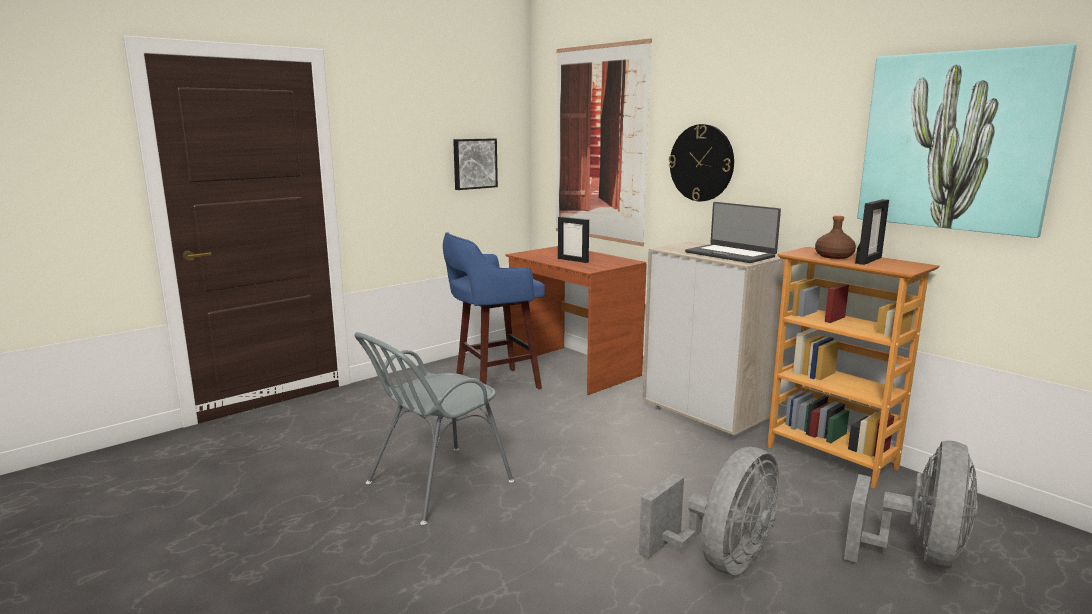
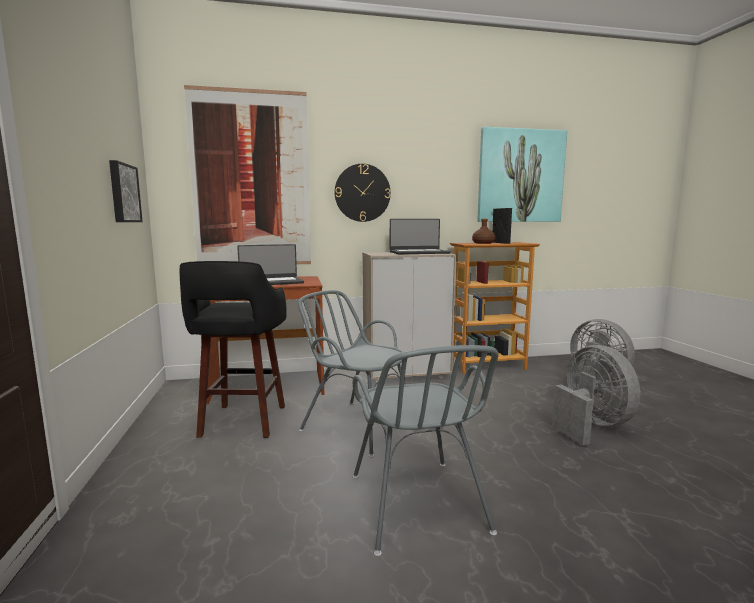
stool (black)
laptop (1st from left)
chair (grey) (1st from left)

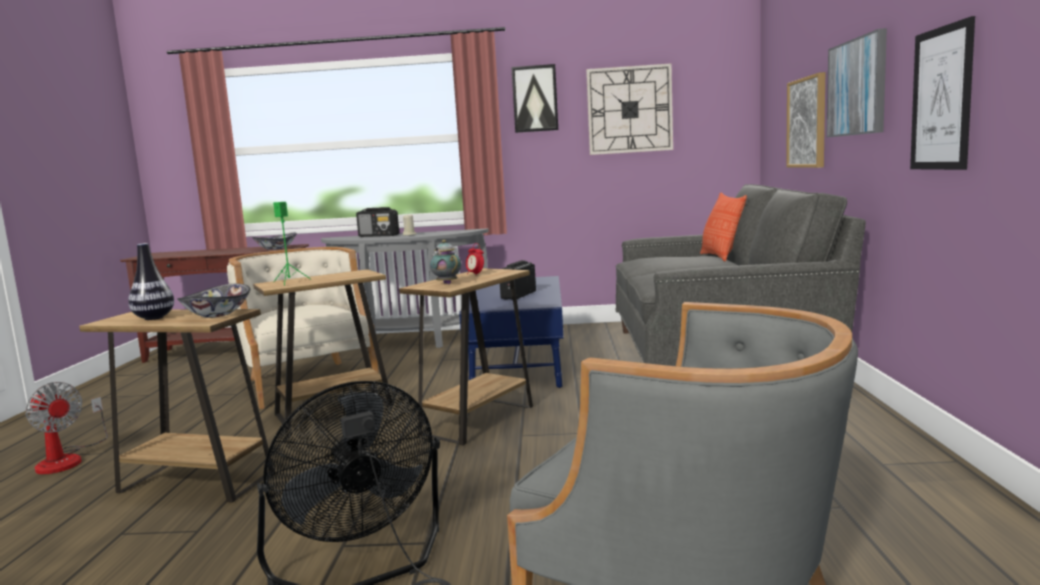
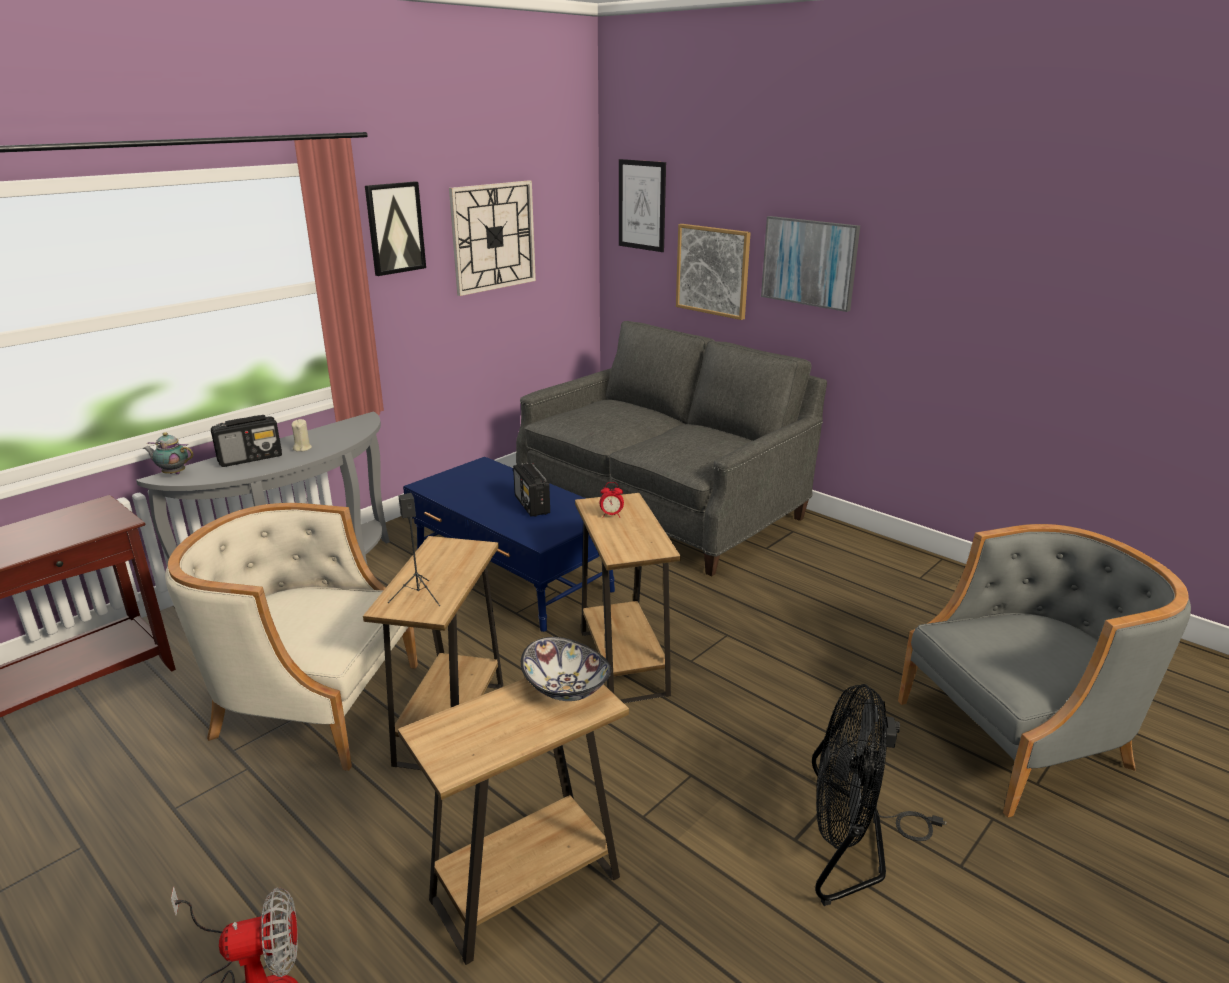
teapot
speaker (black)
picture (2nd from left)
vase
bowl (2nd from left in the first image)
pillow (orange)

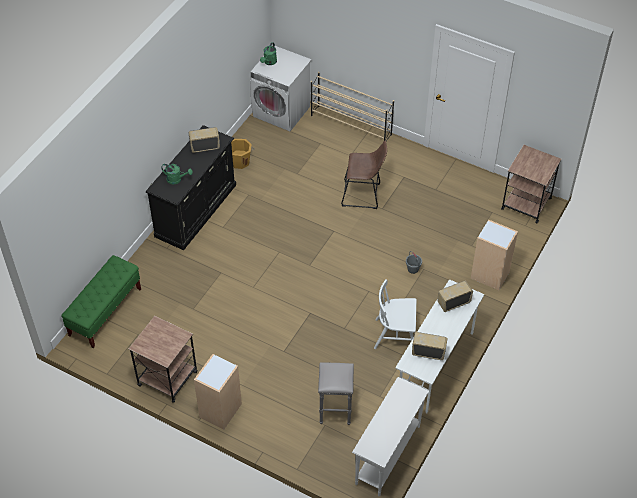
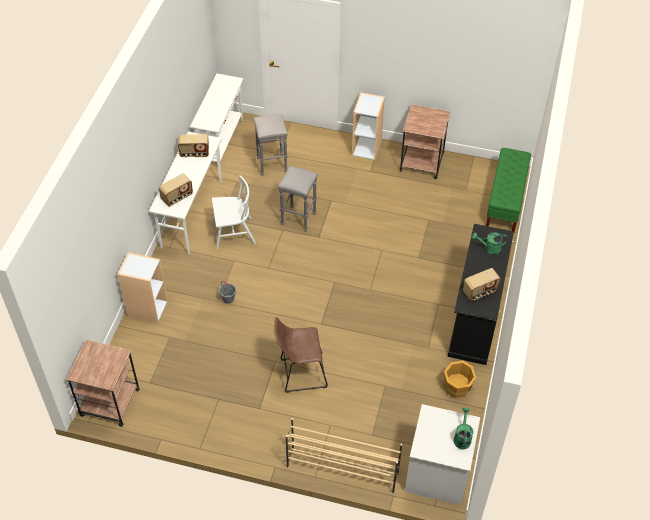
stool (grey) (2nd from left)

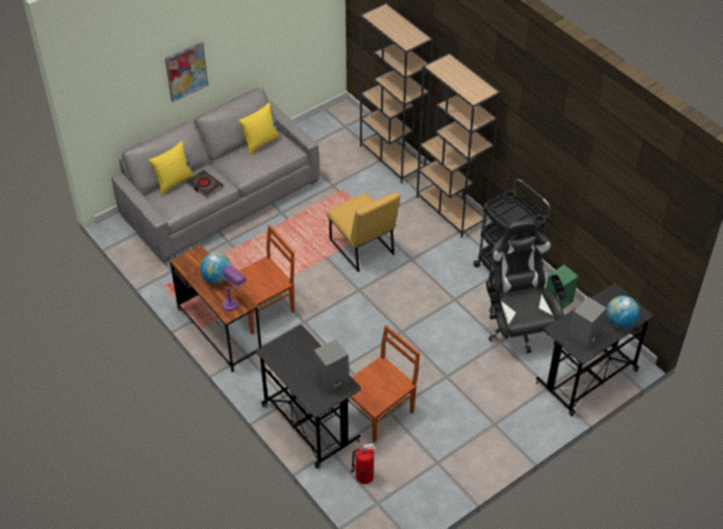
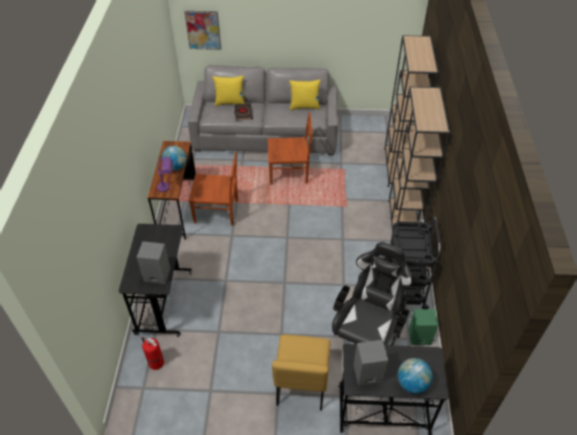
picture
chair (brown) (2nd from left)
chair (yellow)

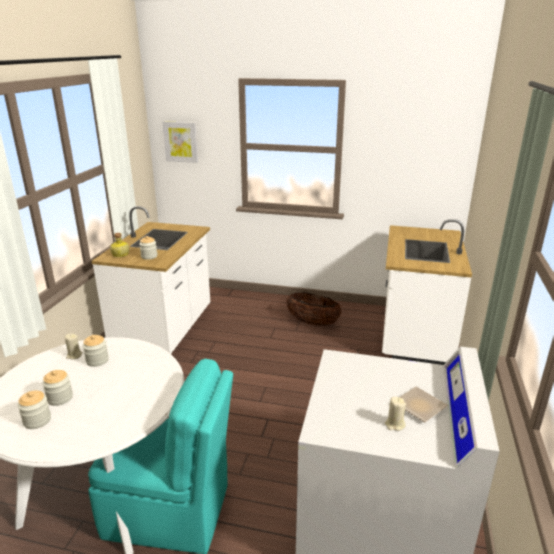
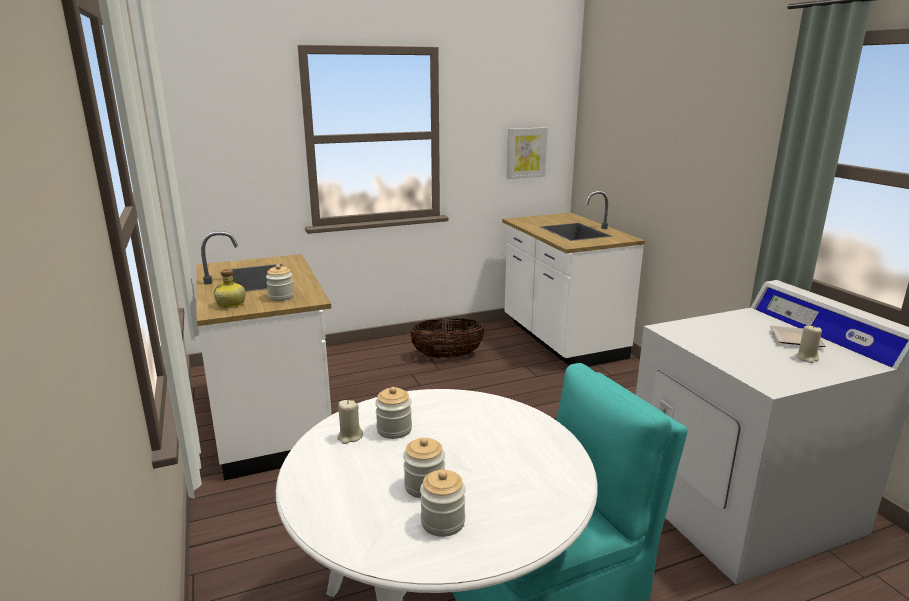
picture

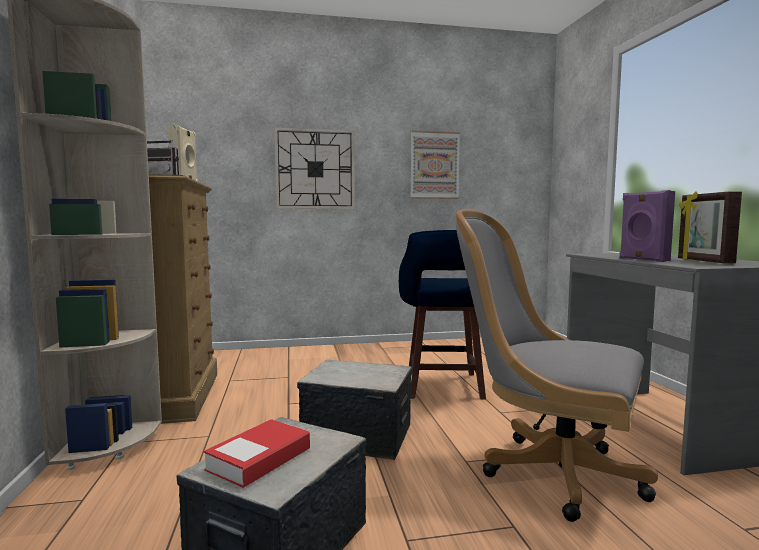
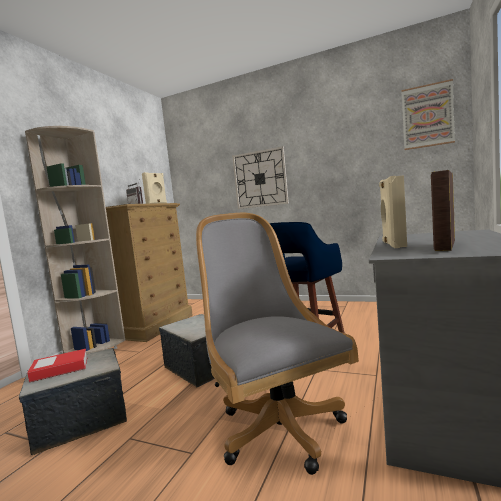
speaker (beige) (2nd from left)
picture

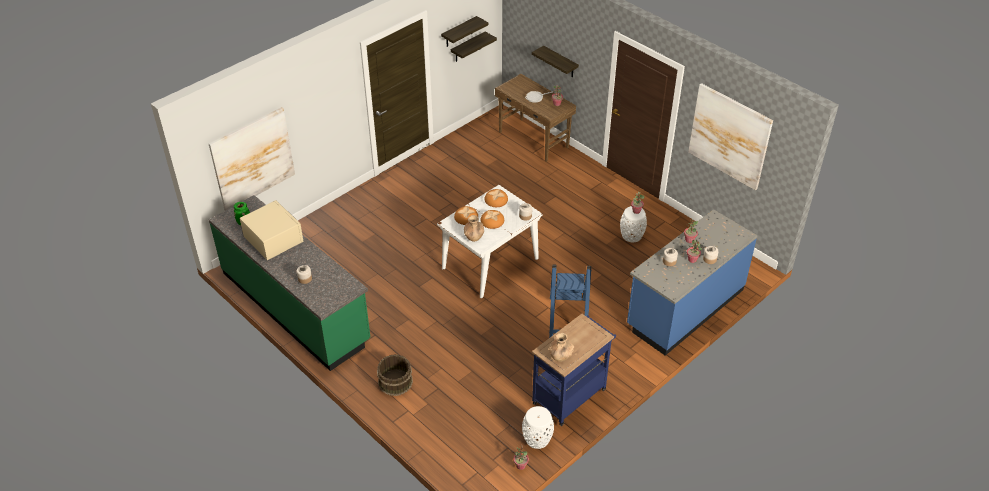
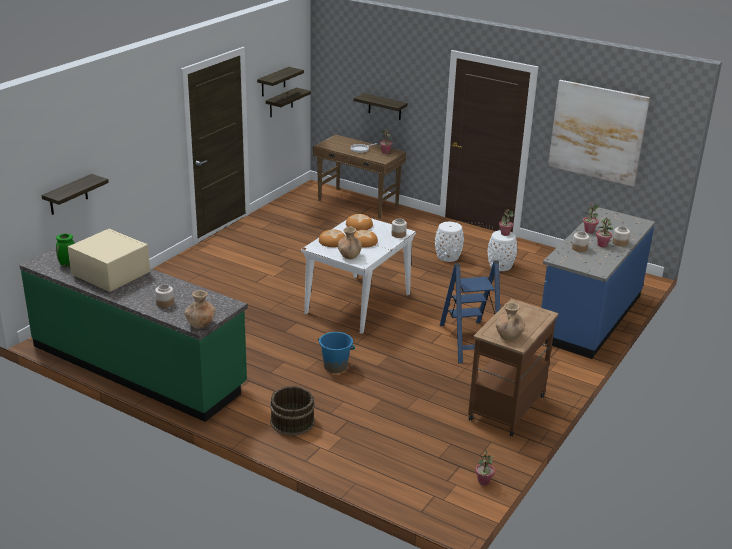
shelf (1st from left)
vase (brown) (1st from left)
bucket (blue)
stool (white) (1st from left)
cart (brown)

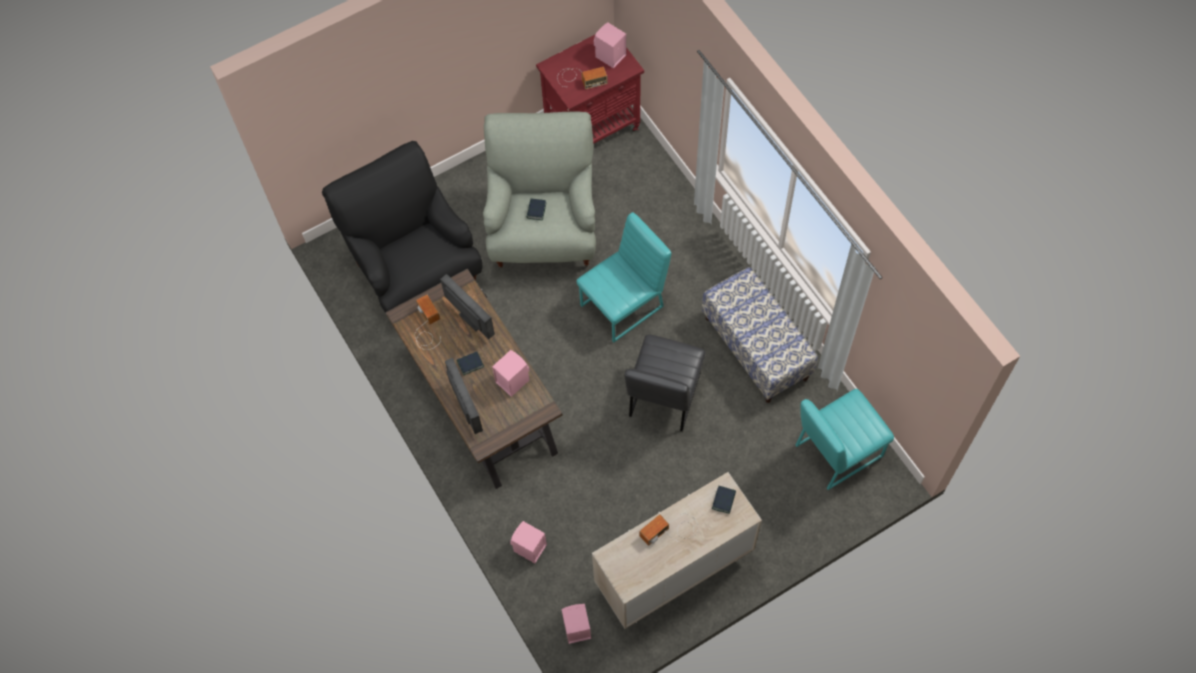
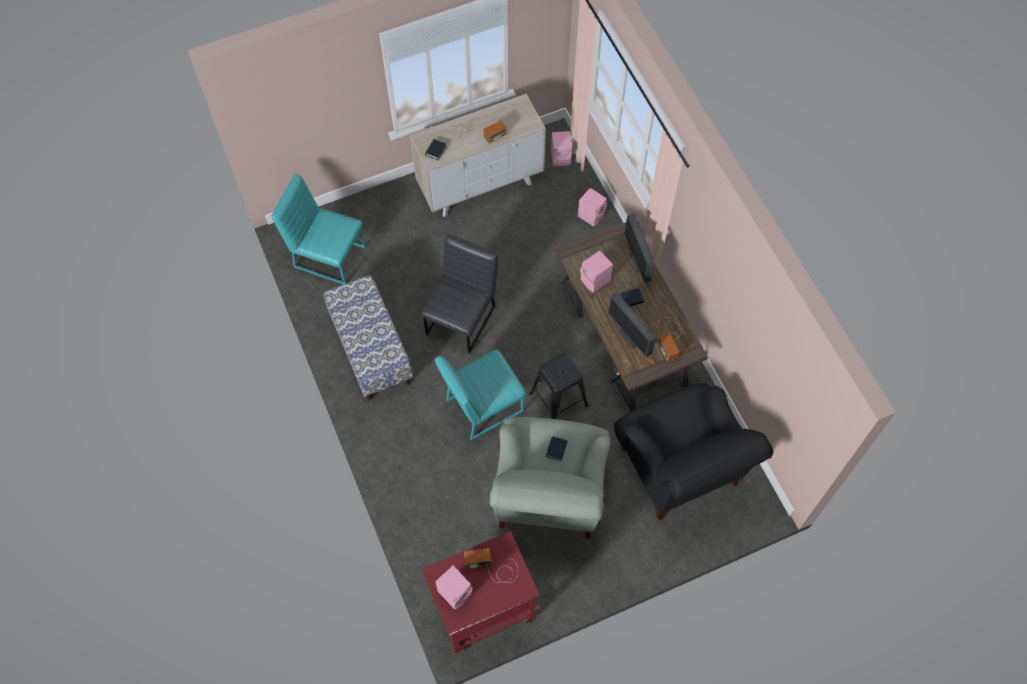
chair (turquoise) (1st from left)
stool (black)

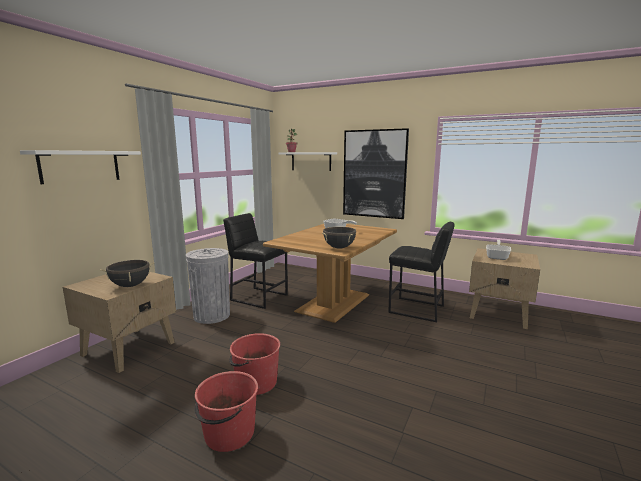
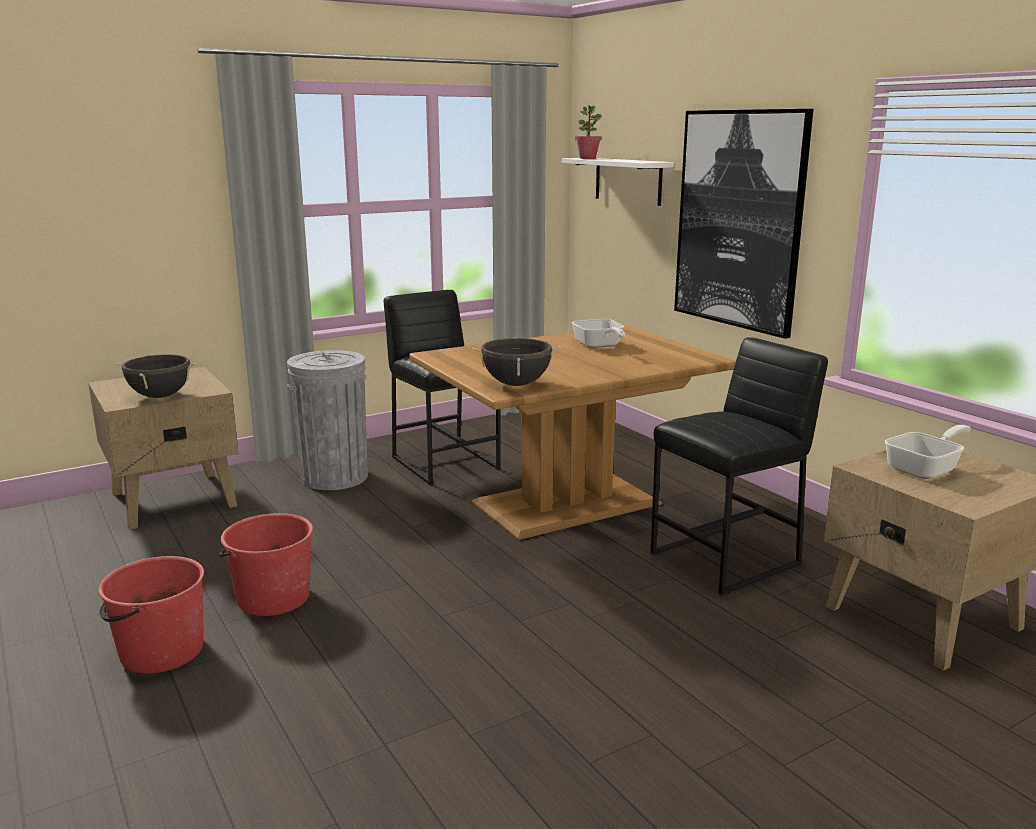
chair (black) (2nd from left)
shelf (white) (1st from left in the first image)

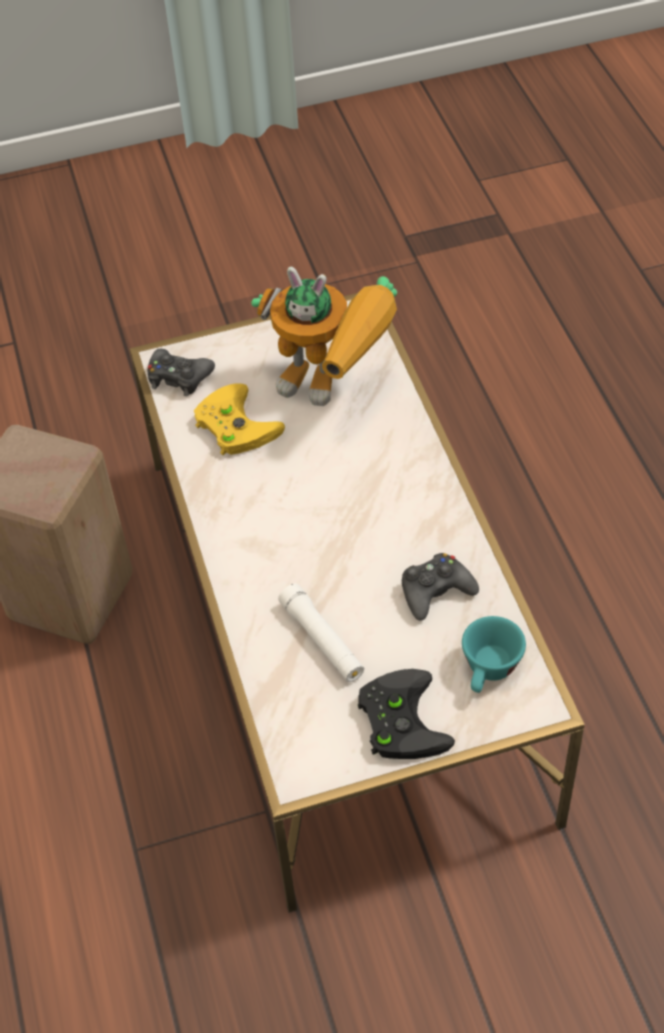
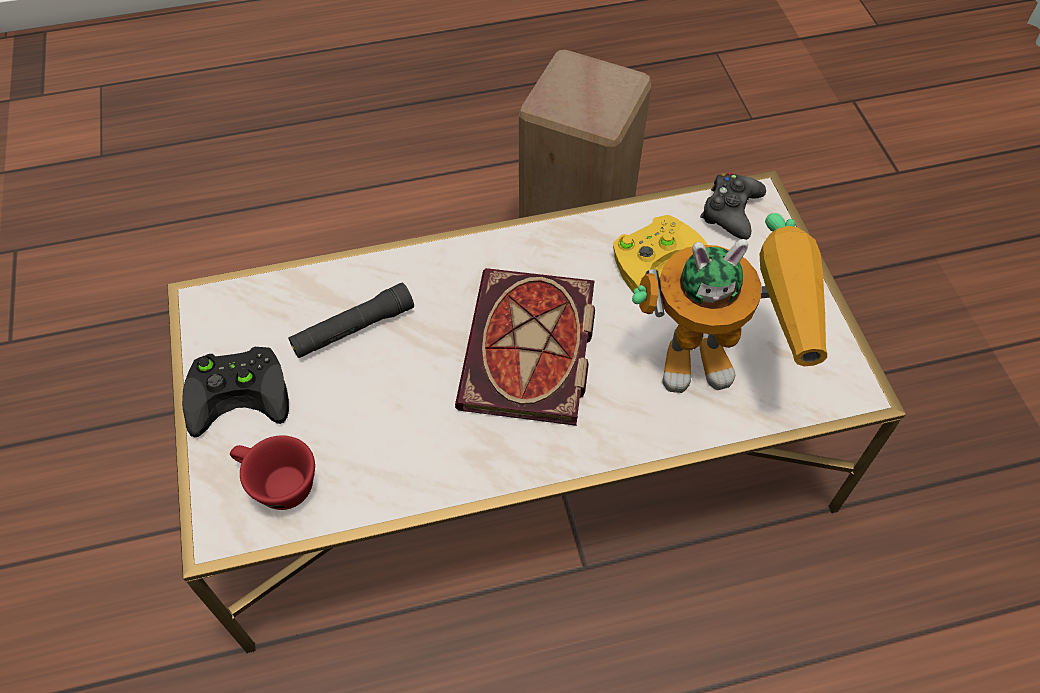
cup (red)
flashlight (black)
book
toy robot
game controller (black) (3rd from left in the first image)

